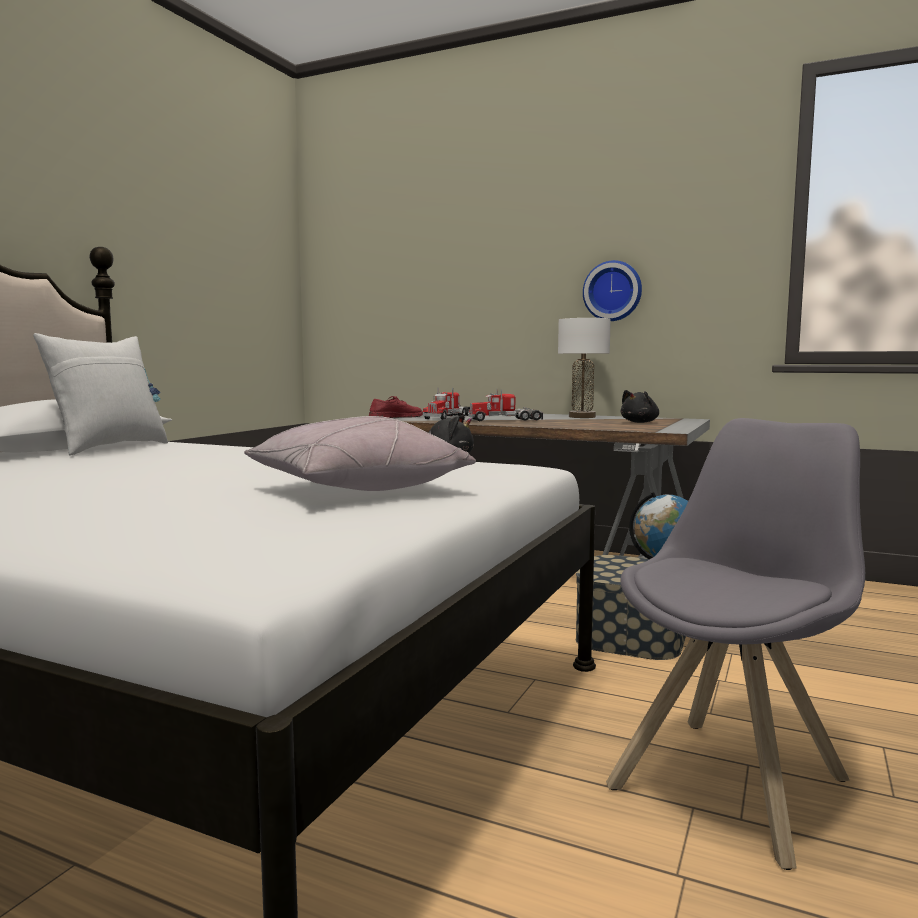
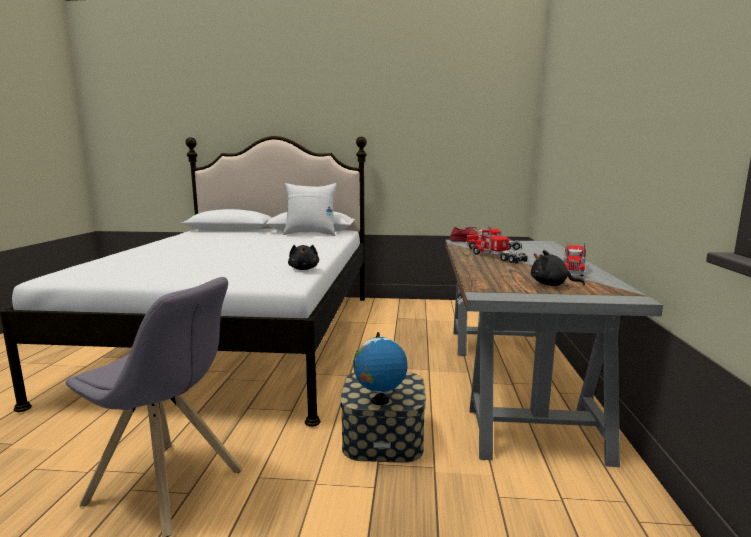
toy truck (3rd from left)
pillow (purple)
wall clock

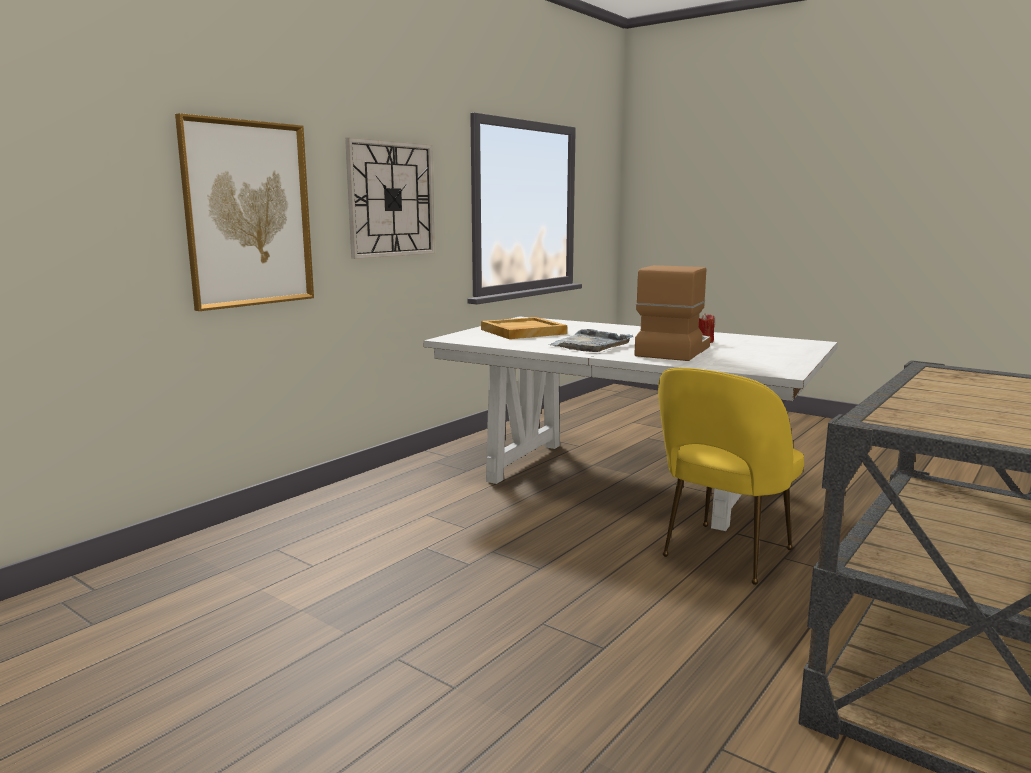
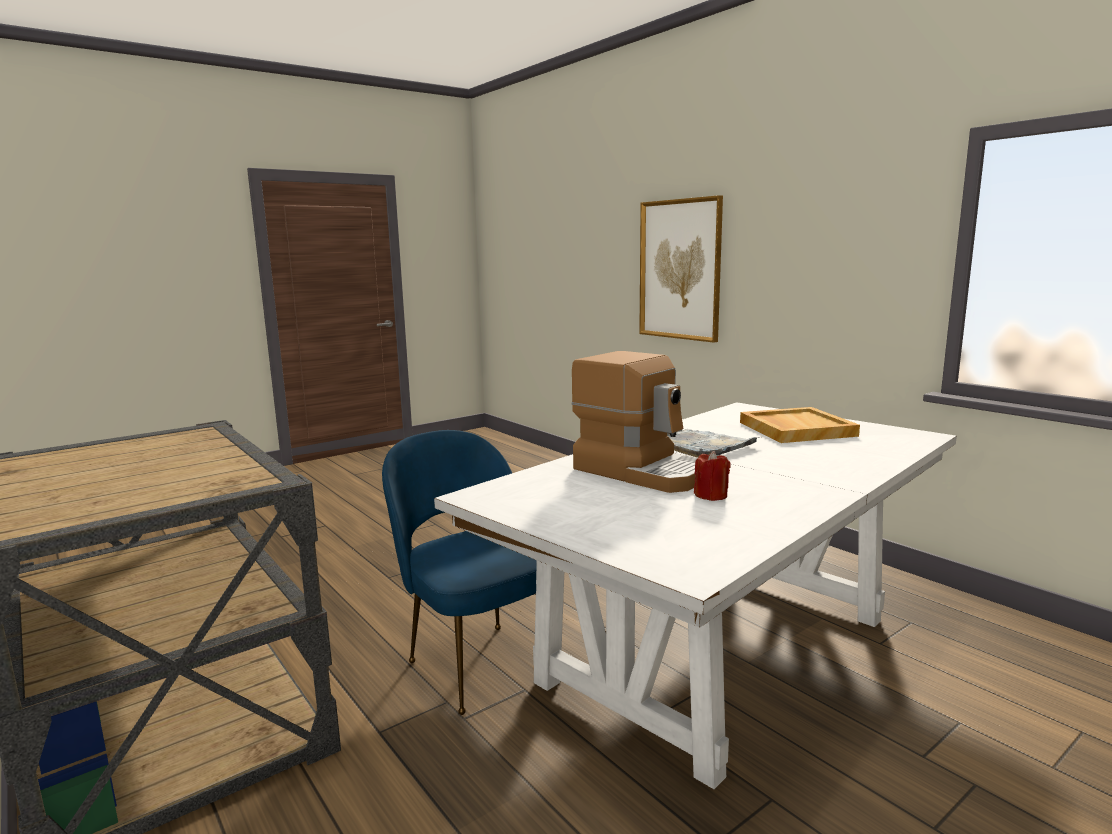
chair (blue)
wall clock

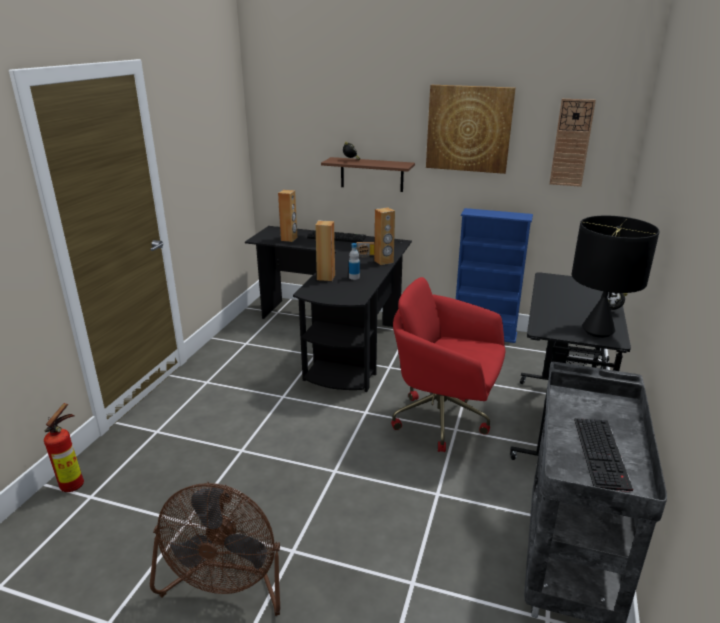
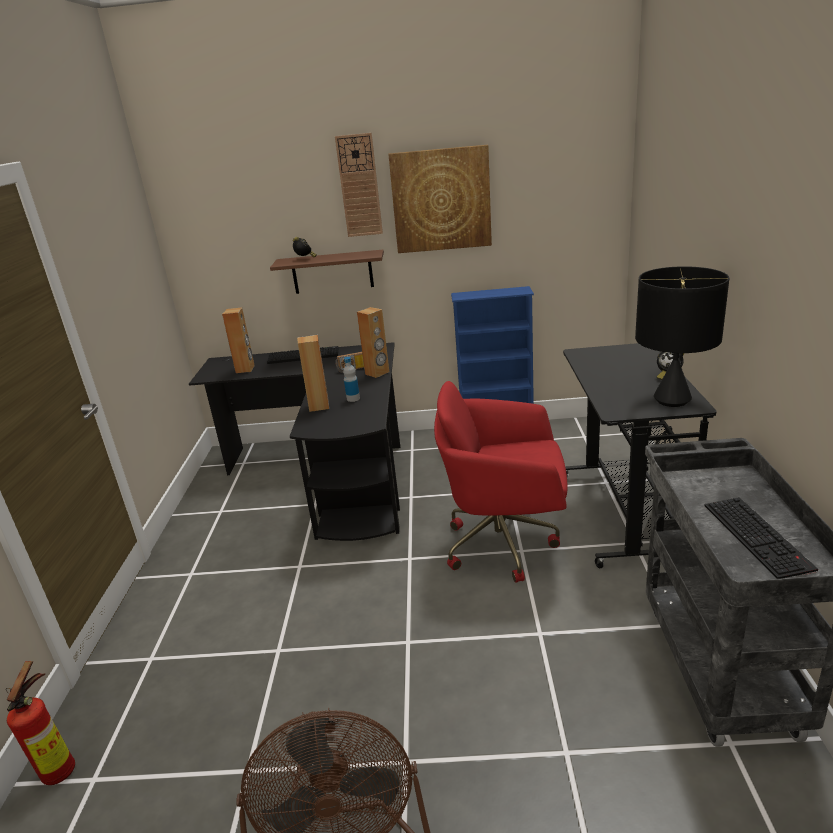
wall clock

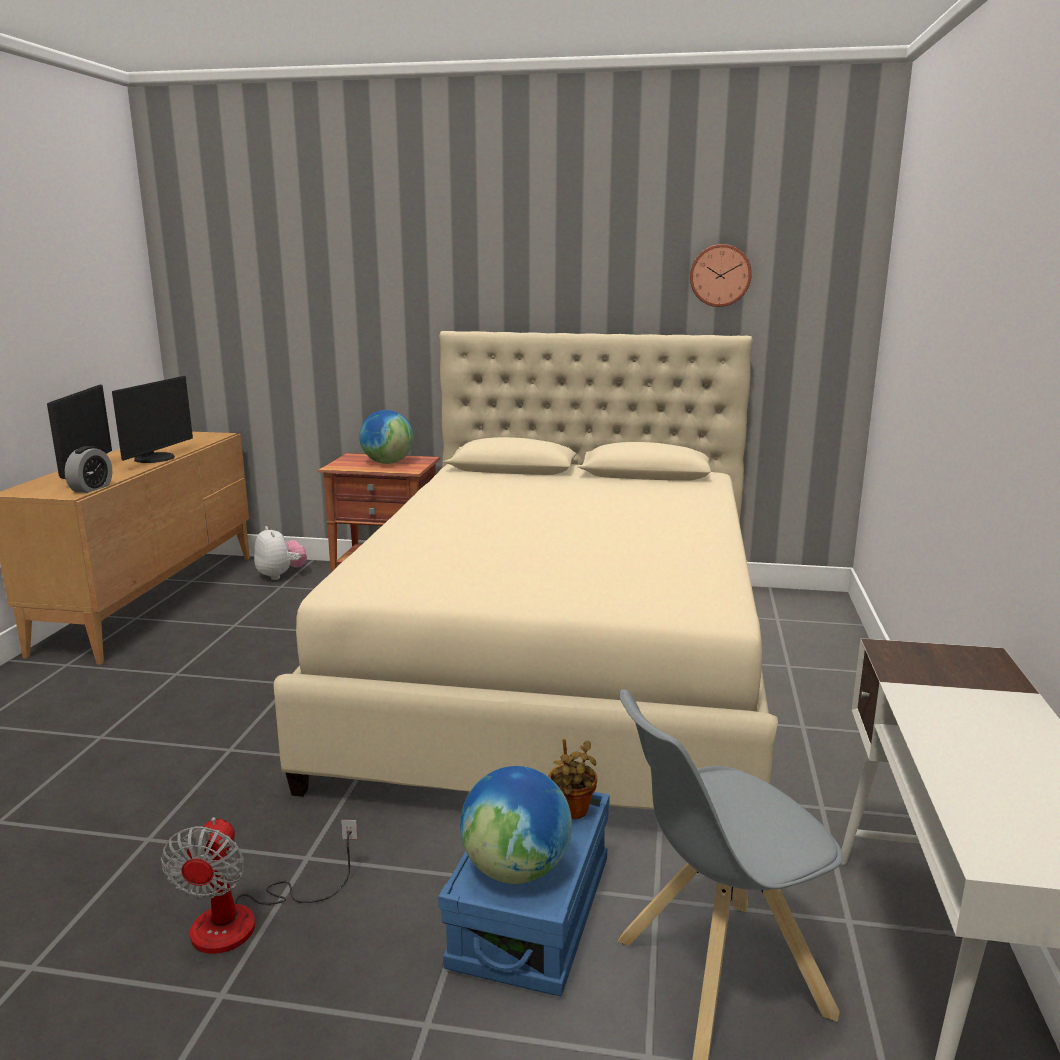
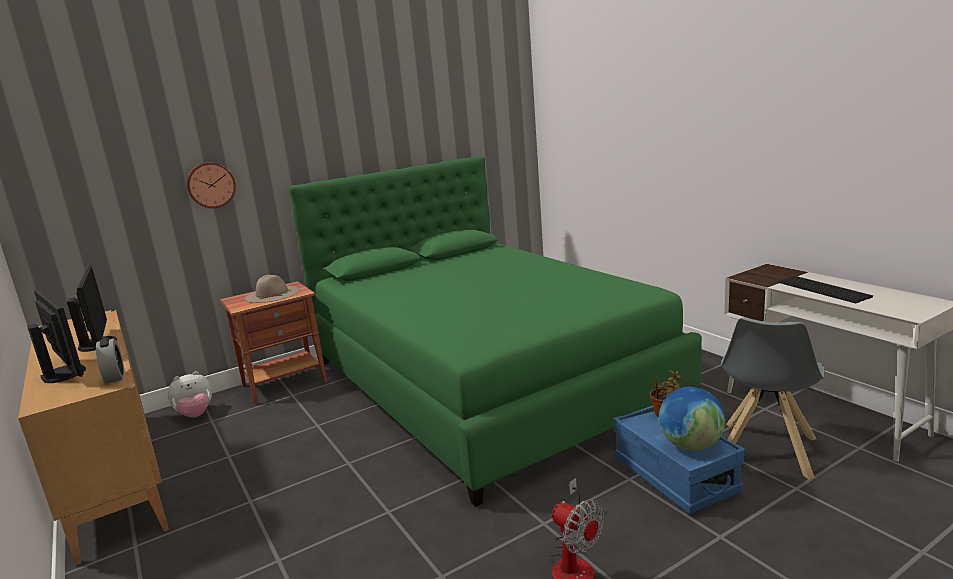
plush toy
wall clock
hat (beige)
bed (green)
keyboard

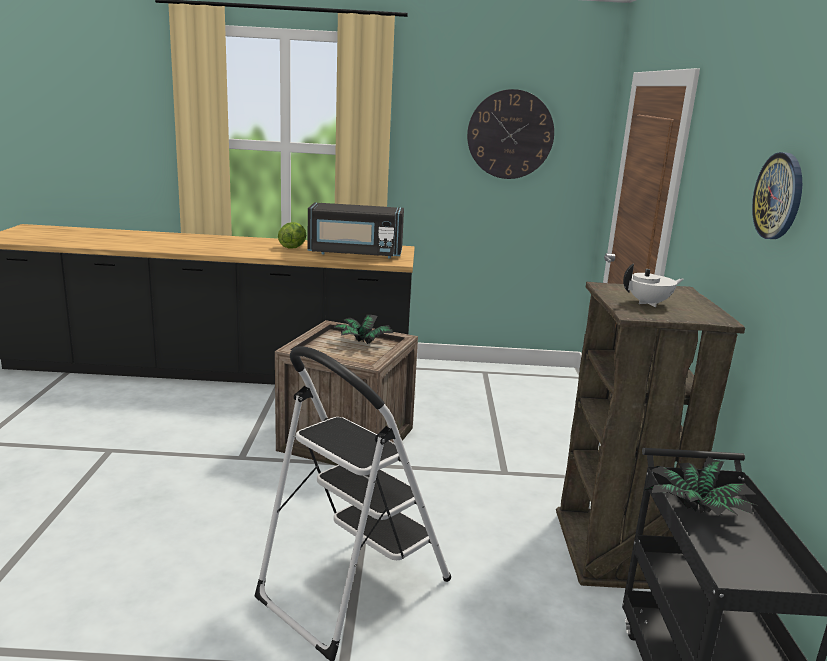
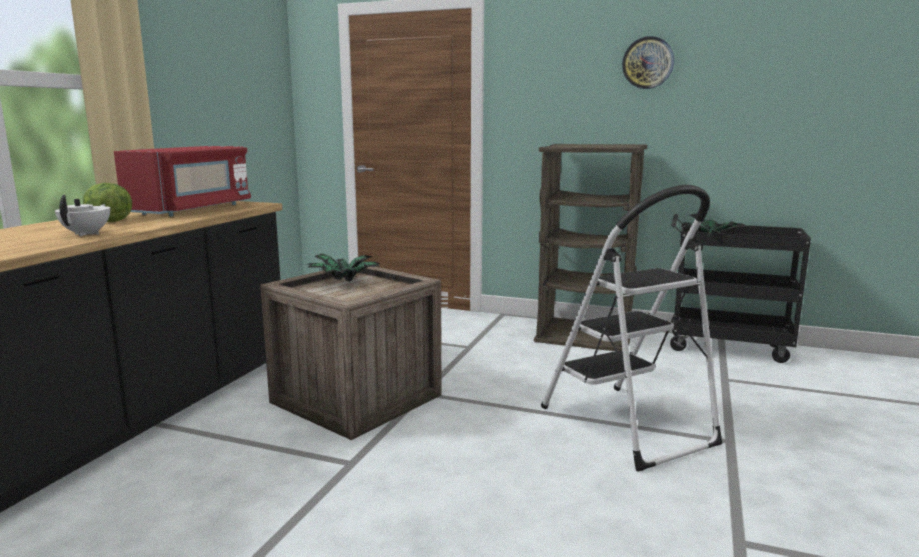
teapot (white)
microwave (red)
wall clock (1st from left in the first image)

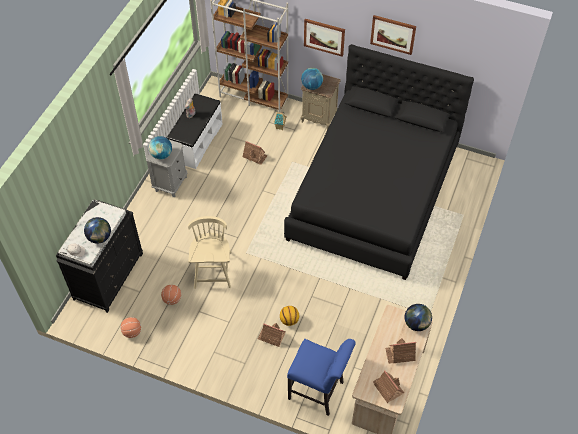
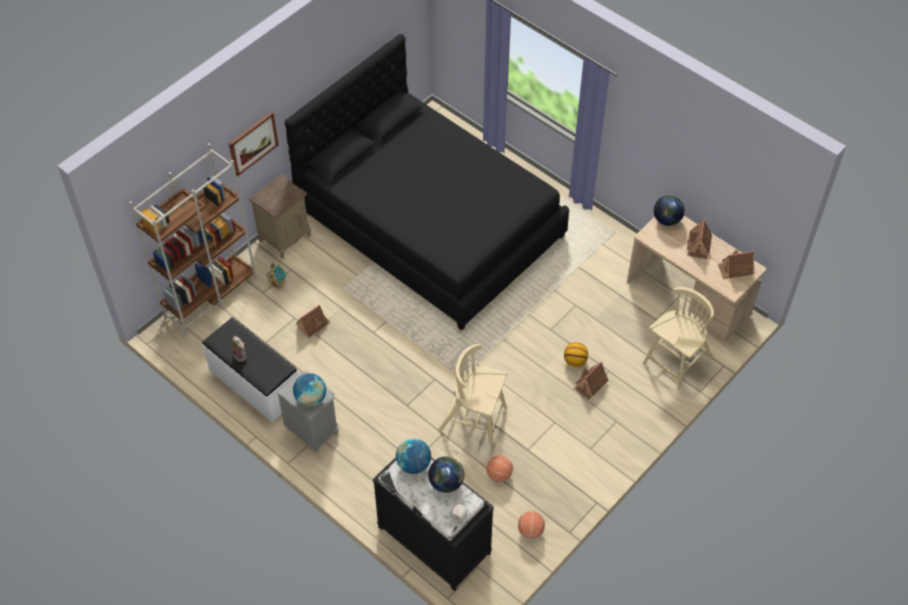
globe (2nd from left)
chair (beige) (2nd from left)
picture (2nd from left in the first image)

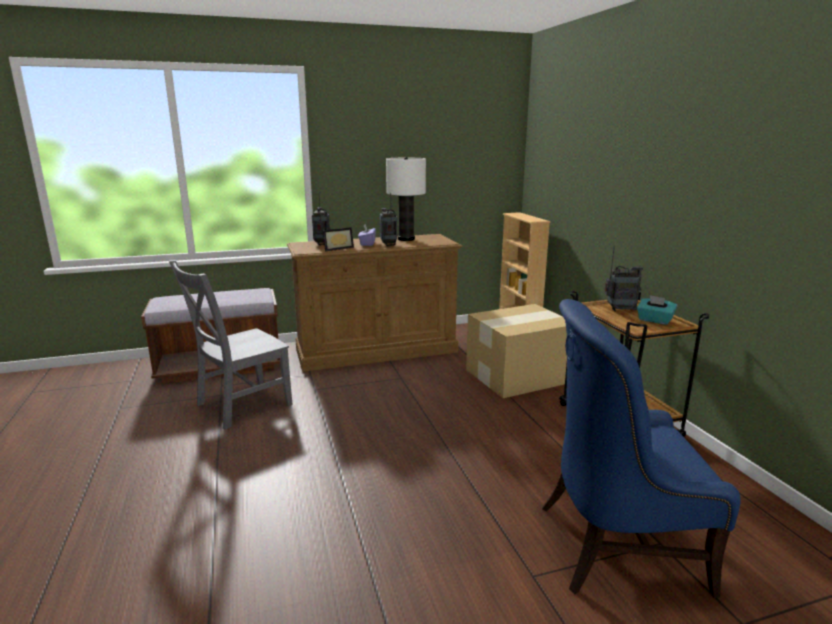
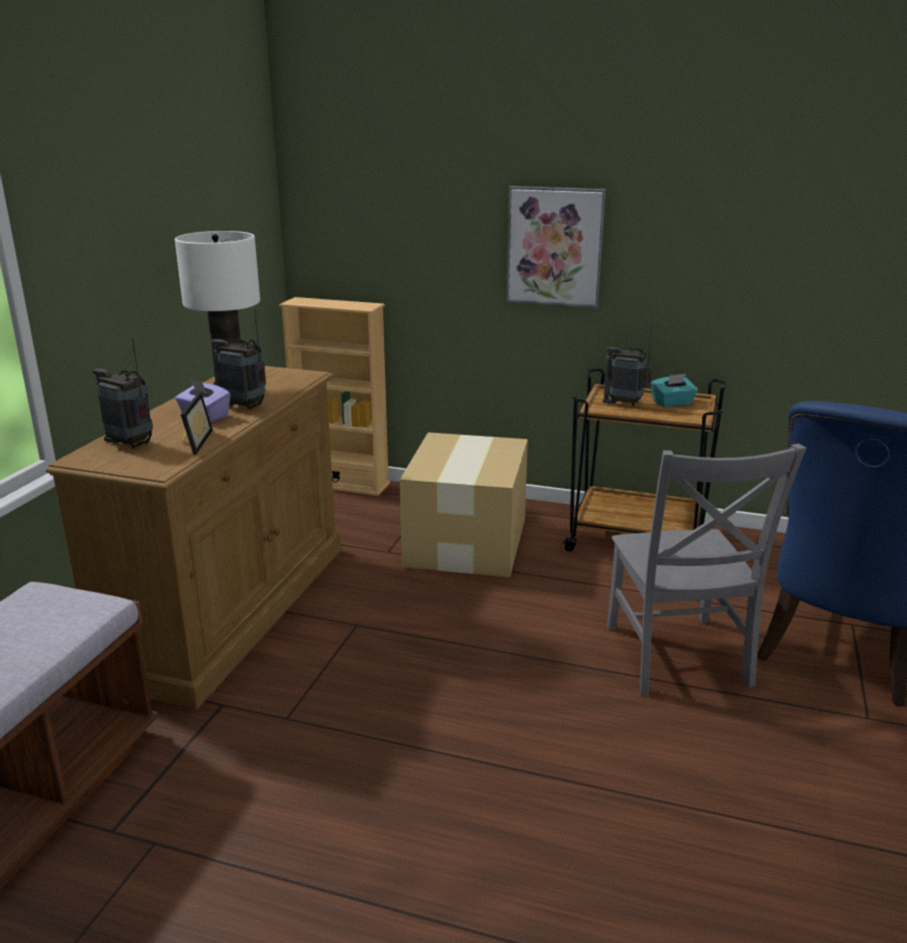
picture
radio (3rd from left)
chair (grey)

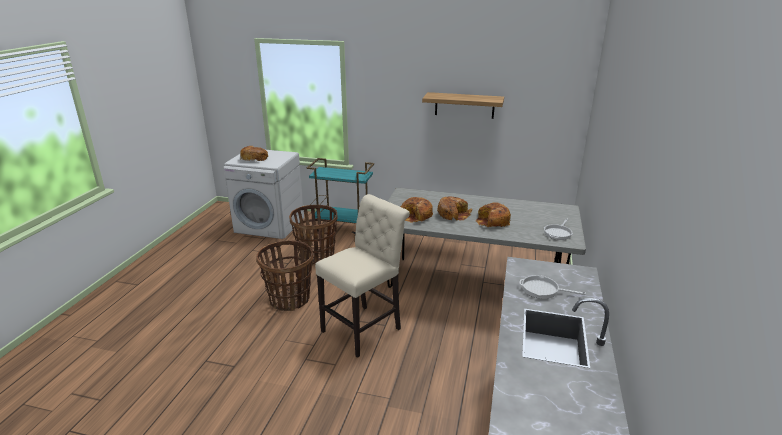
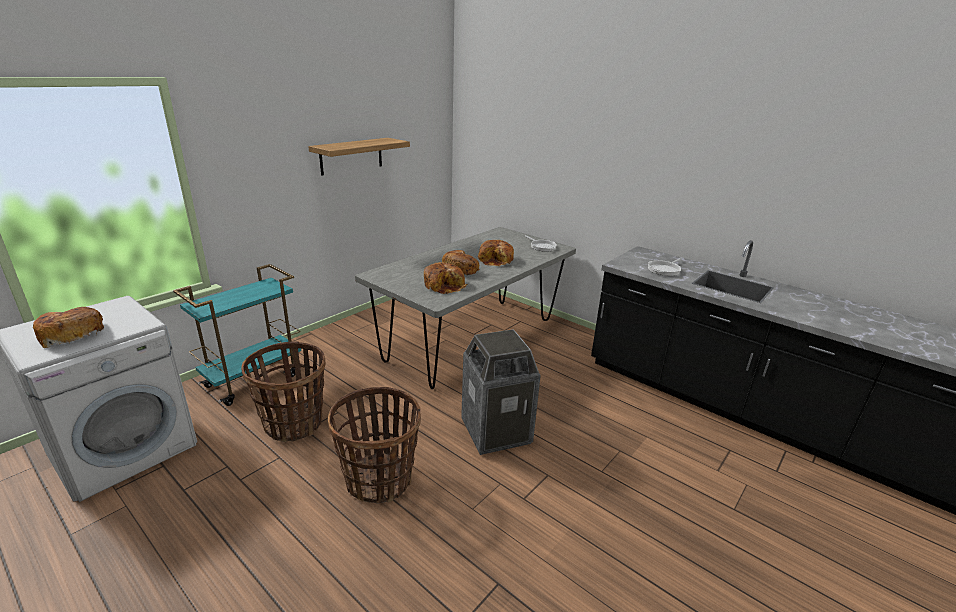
trash can

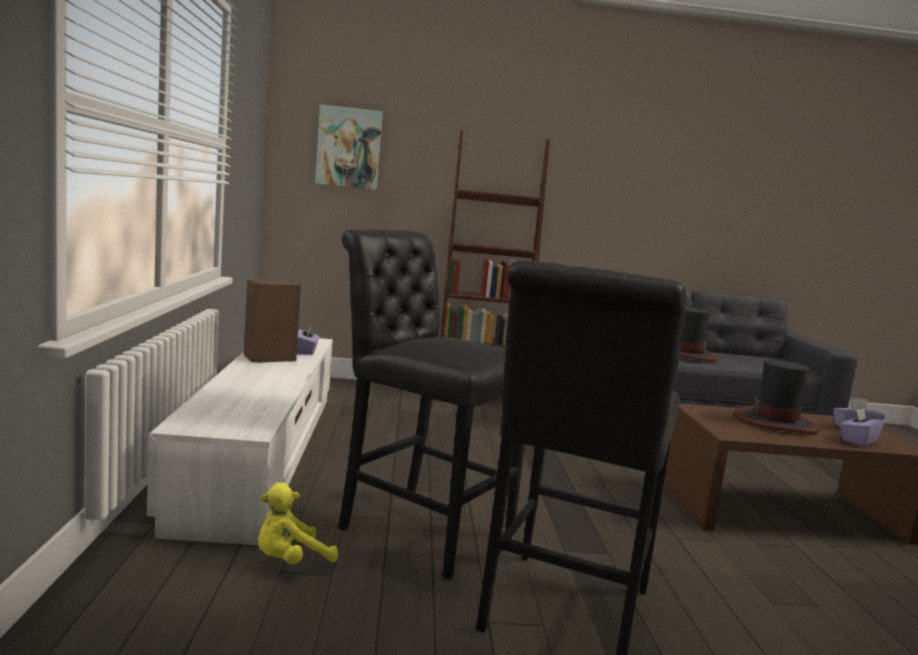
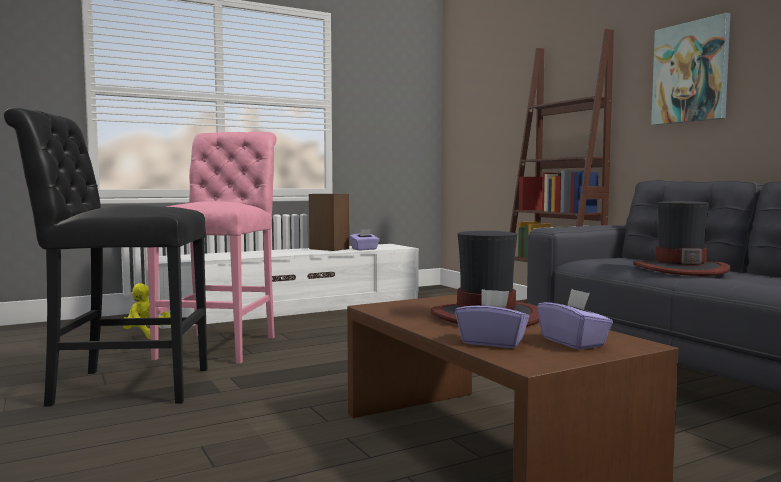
stool (pink)
picture

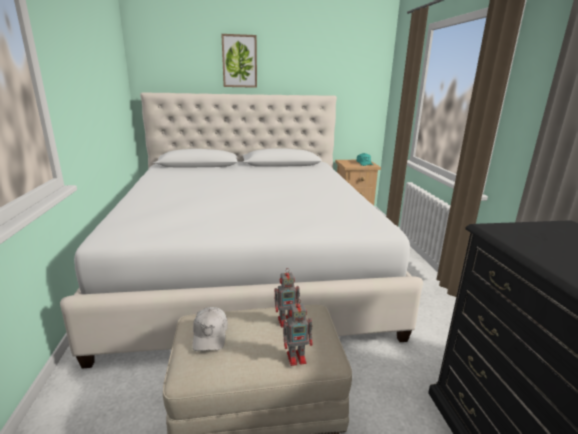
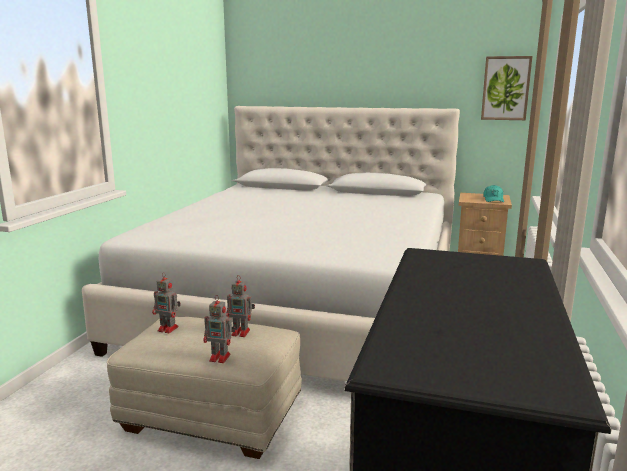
toy robot (1st from left)
picture

